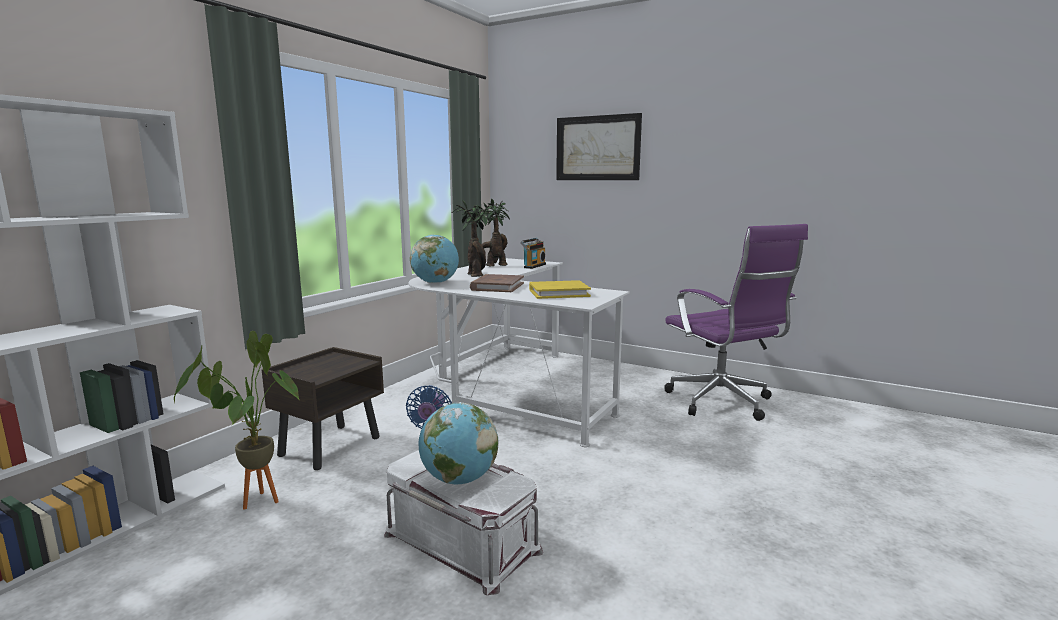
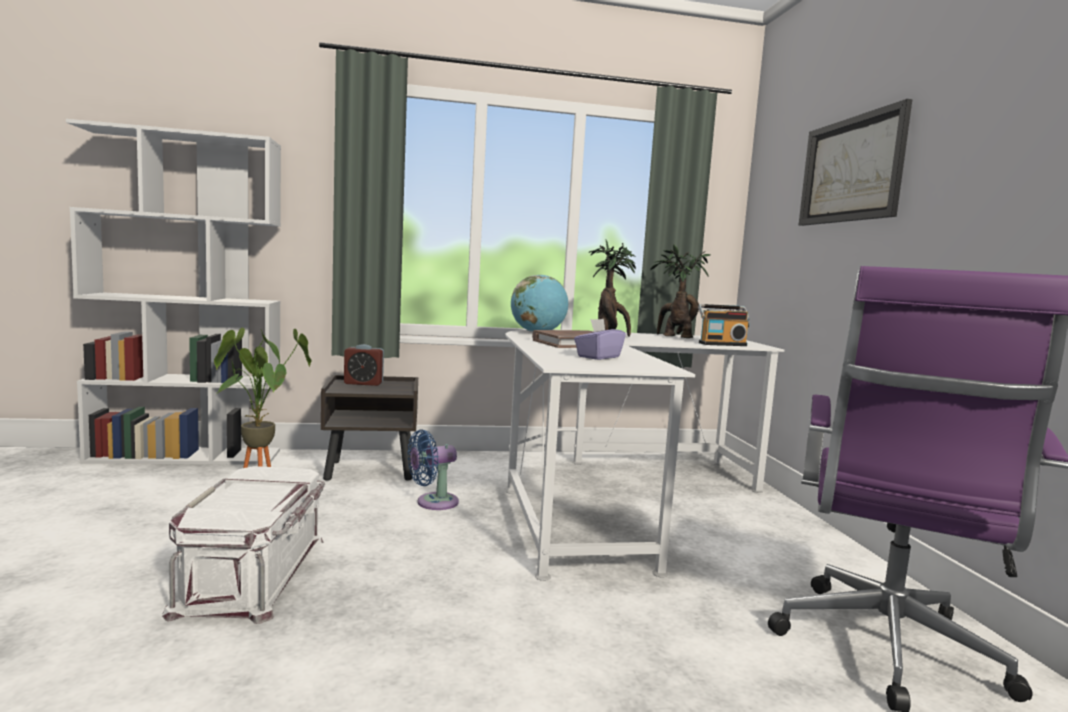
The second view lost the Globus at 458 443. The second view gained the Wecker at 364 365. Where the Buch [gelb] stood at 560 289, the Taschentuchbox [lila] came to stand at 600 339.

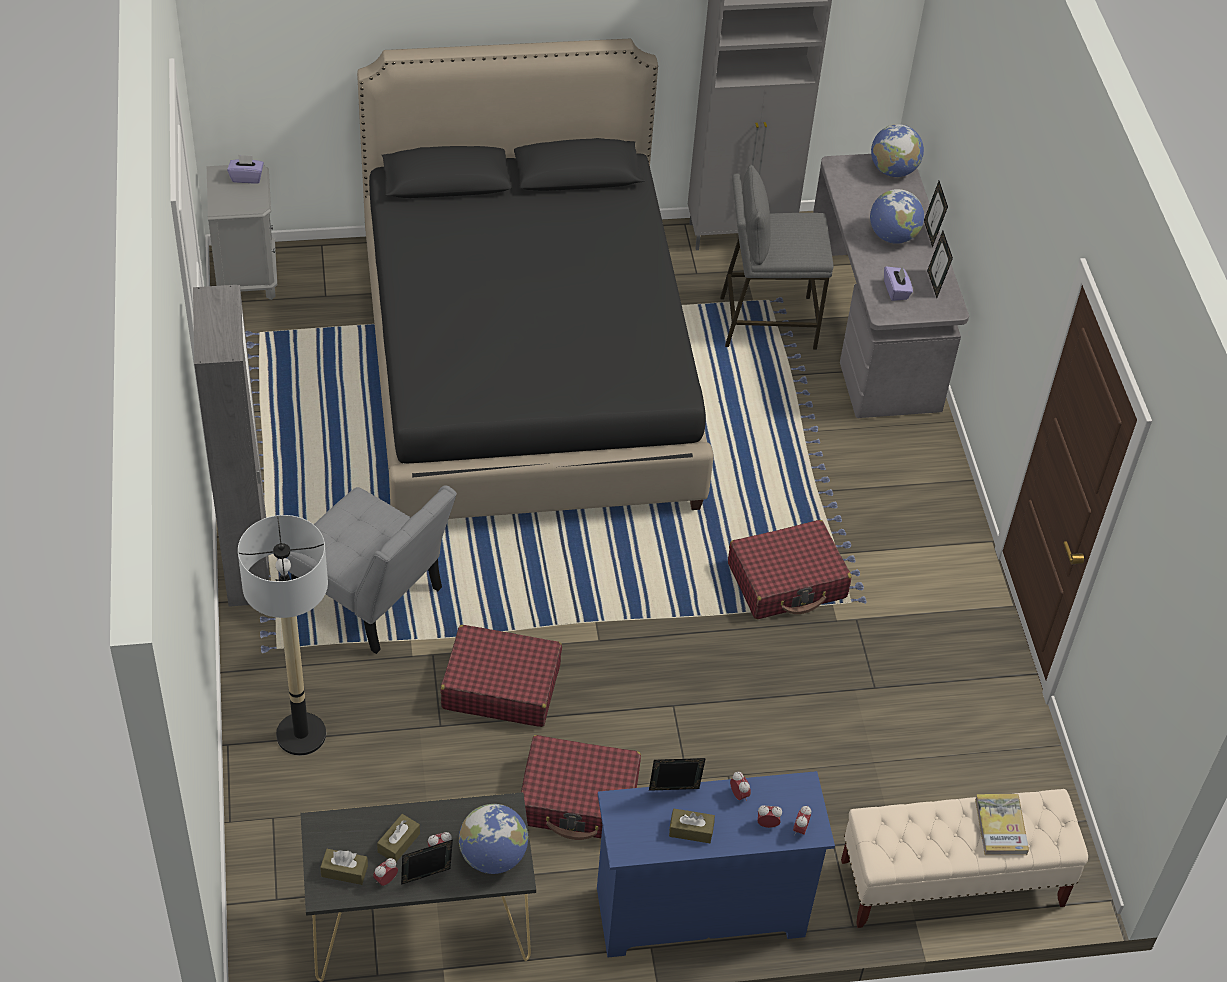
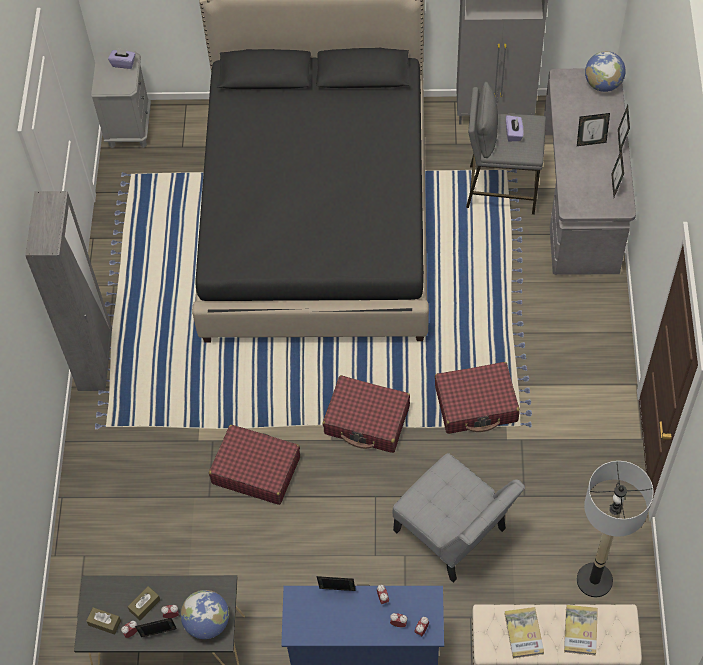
The second view lost the Taschentuchbox [braun] at 692 826. The second view gained the Buch at 524 633. The Stehlampe ended up elsewhere, having gone from 283 635 to 615 529. The Stuhl [grau] ended up elsewhere, having gone from 372 569 to 458 518. The Koffer [rot] ended up elsewhere, having gone from 581 787 to 366 414. The Taschentuchbox [lila] ended up elsewhere, having gone from 898 283 to 514 128. Where the Globus stood at 897 216, the Bilderrahmen came to stand at 593 129.

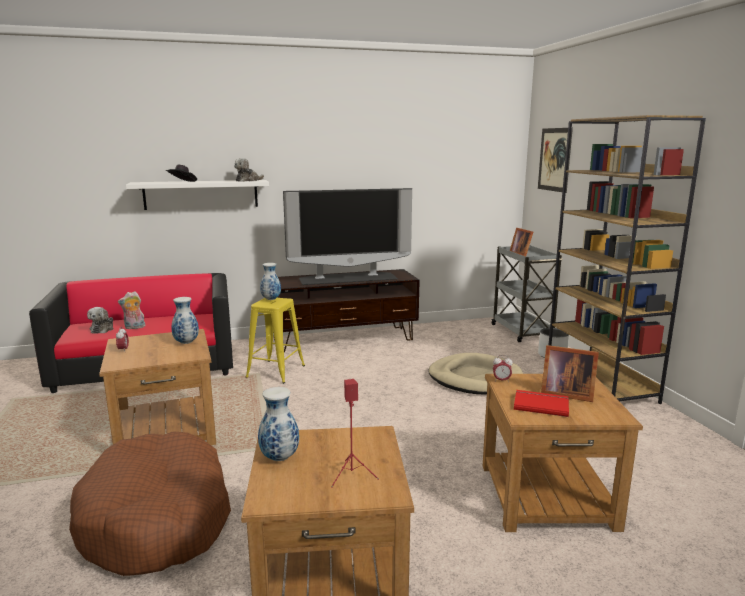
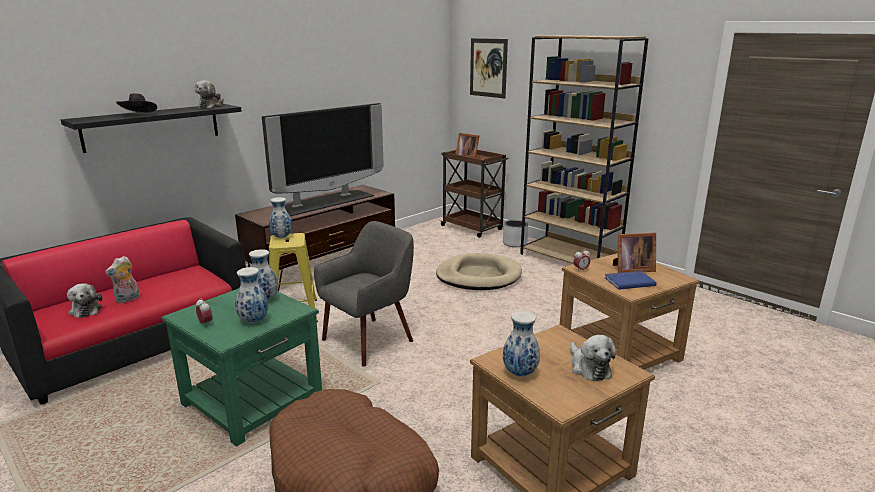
The second view gained the Vase at 251 295. The second view gained the Sessel [grau] at 364 294. Where the Lautsprecher [rot] stood at 355 433, the Plüschtier came to stand at 593 358. What was the Beistelltisch [braun] at 157 387 turned into the Beistelltisch [grün] at 241 367. What was the Wandregal [weiß] at 197 195 turned into the Wandregal [schwarz] at 151 128. What was the Rollwagen [grau] at 527 293 turned into the Rollwagen [braun] at 474 194. What was the Buch [rot] at 541 403 turned into the Buch [blau] at 631 280.

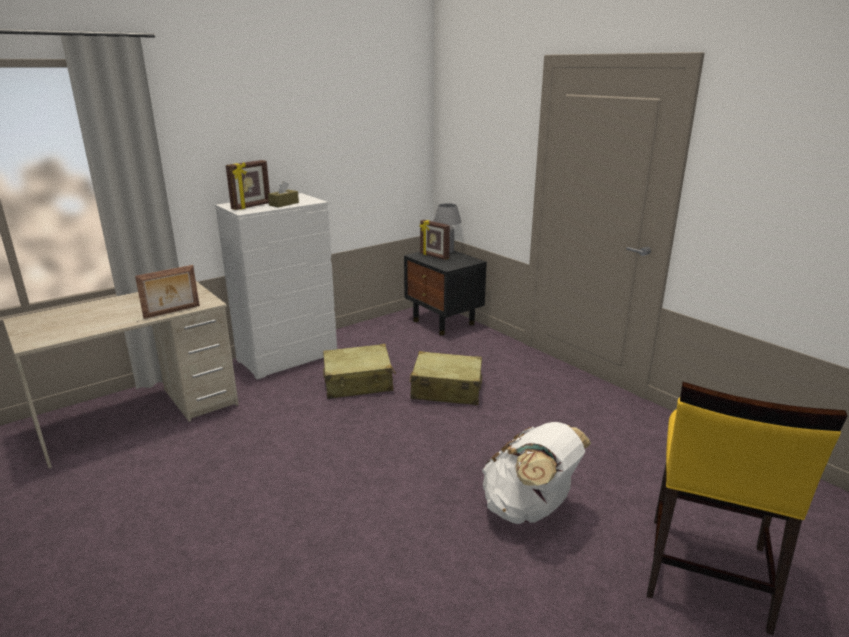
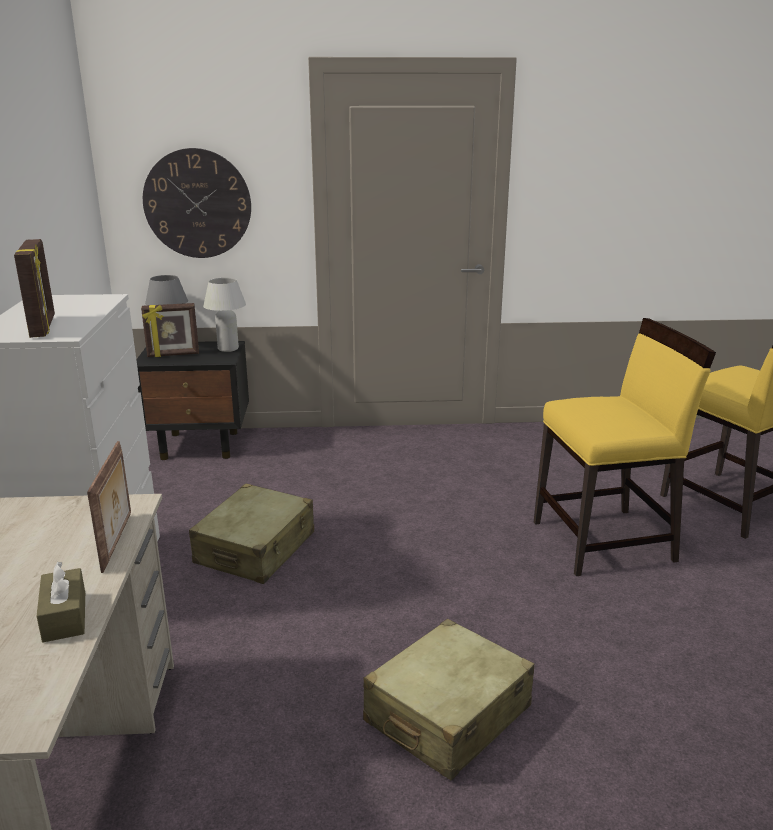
The second view gained the Wanduhr at 197 203. The second view gained the Tischlampe [weiß] at 224 315. The Taschentuchbox [braun] ended up elsewhere, having gone from 283 194 to 60 602. The Koffer [beige] ended up elsewhere, having gone from 446 378 to 448 700. Where the Rucksack [weiß] stood at 536 473, the Stuhl [gelb] came to stand at 625 447.

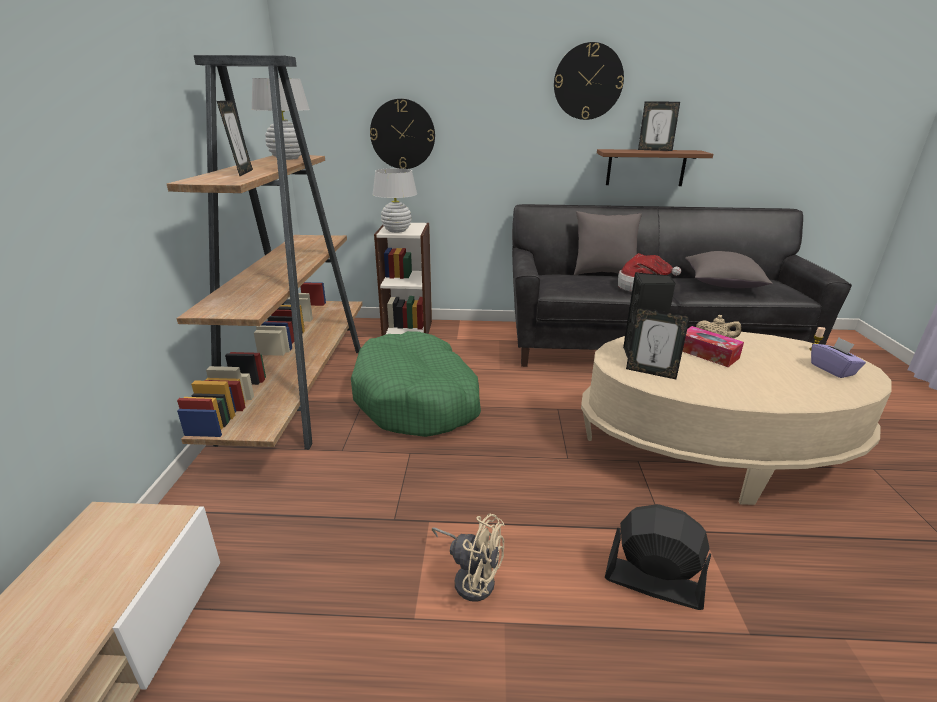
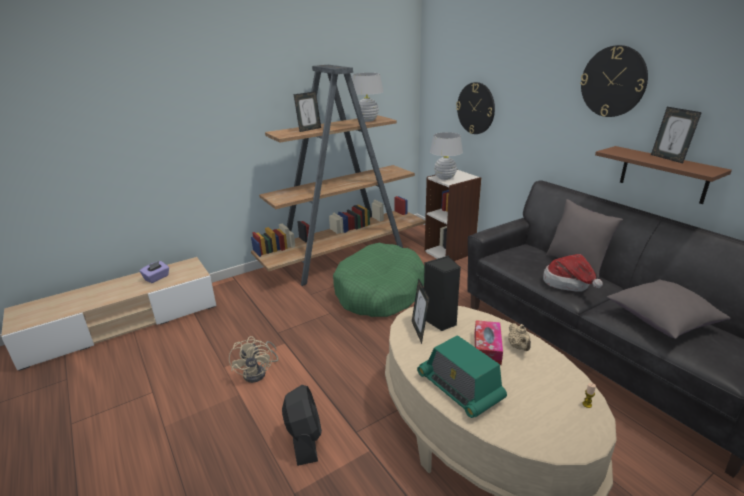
The second view gained the Radio at 462 376. The Taschentuchbox [lila] ended up elsewhere, having gone from 838 357 to 154 272.

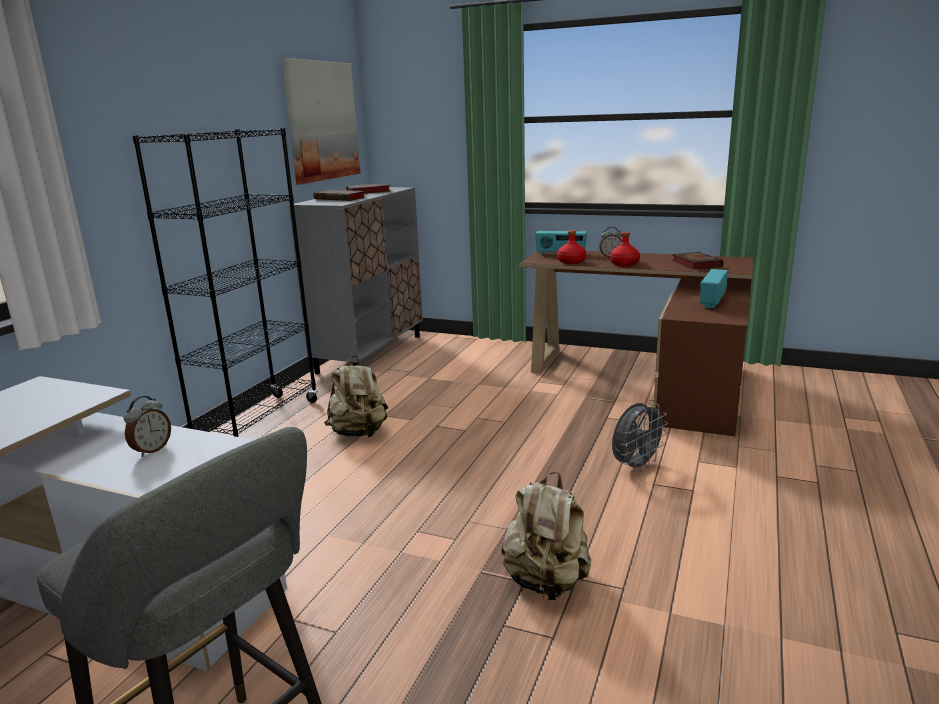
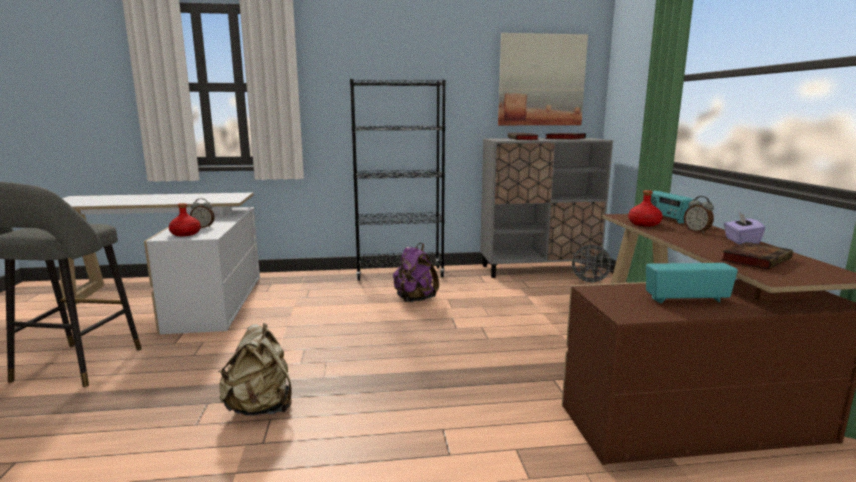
The second view gained the Taschentuchbox [lila] at 744 228. The Flasche [rot] ended up elsewhere, having gone from 625 249 to 185 219. The Ventilator [grau] ended up elsewhere, having gone from 640 438 to 591 263. What was the Rucksack [beige] at 356 396 turned into the Rucksack [lila] at 416 272.

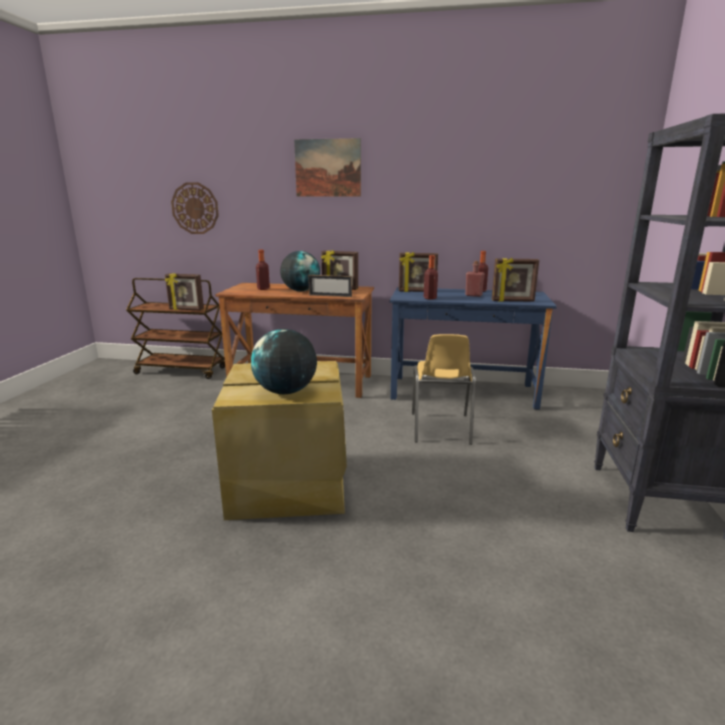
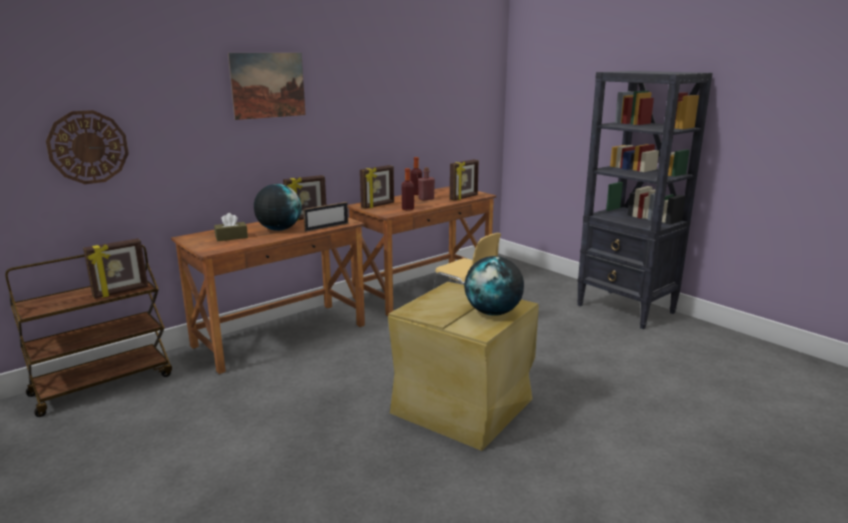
Where the Flasche stood at 263 270, the Taschentuchbox [braun] came to stand at 231 227. What was the Schreibtisch [blau] at 473 348 turned into the Schreibtisch [braun] at 422 251.

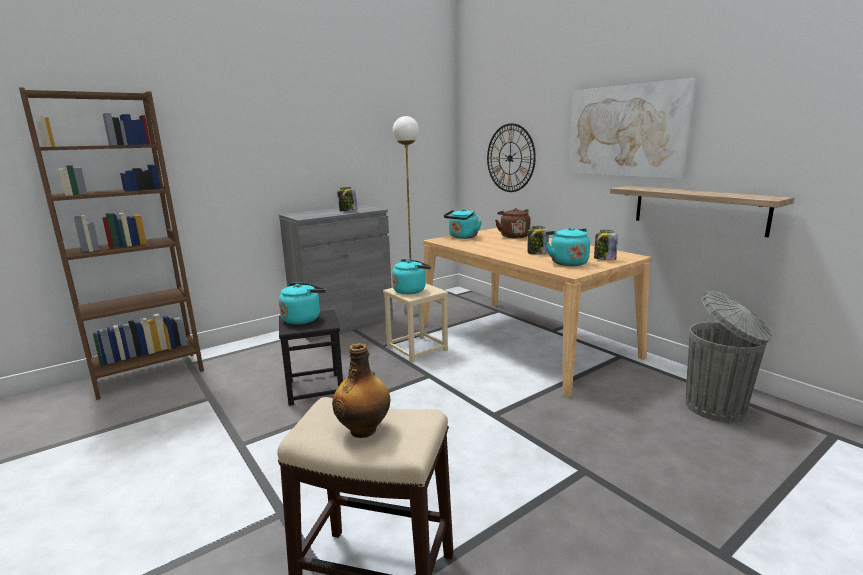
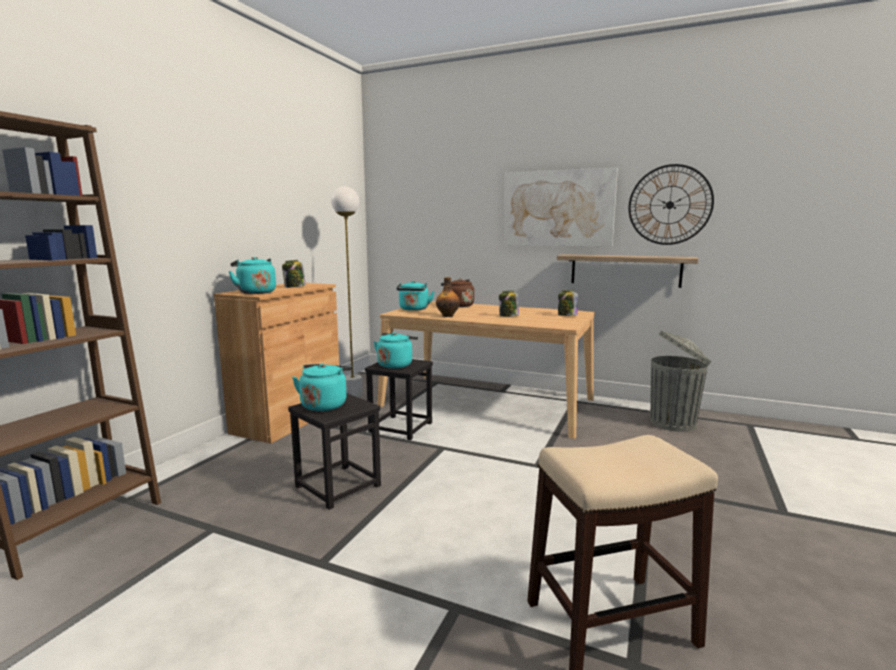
The Flasche ended up elsewhere, having gone from 361 390 to 448 297. The Wanduhr ended up elsewhere, having gone from 511 157 to 671 204. The Wasserkessel [türkis] ended up elsewhere, having gone from 568 246 to 252 275. What was the Schrank [grau] at 336 273 turned into the Schrank [braun] at 276 363. What was the Hocker [beige] at 415 322 turned into the Hocker [schwarz] at 399 399.

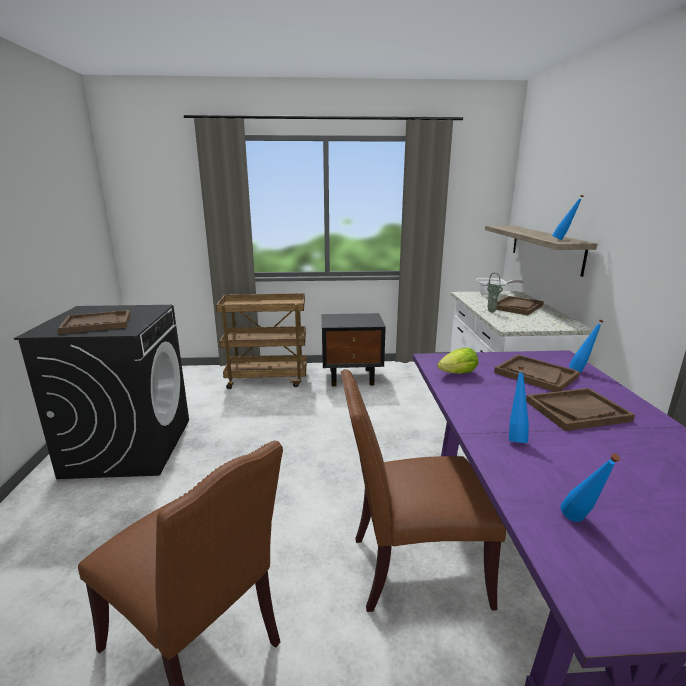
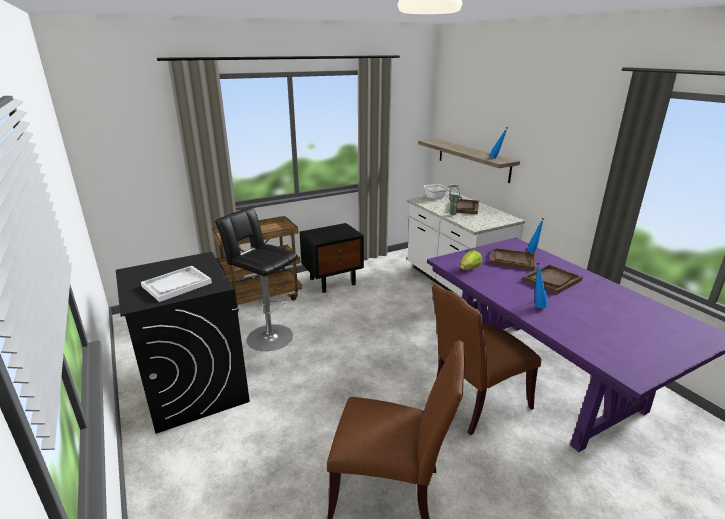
The second view lost the Flasche [blau] at 590 488. The second view gained the Hocker [schwarz] at 256 279. What was the Tablett [braun] at 94 322 turned into the Tablett [weiß] at 176 284.

